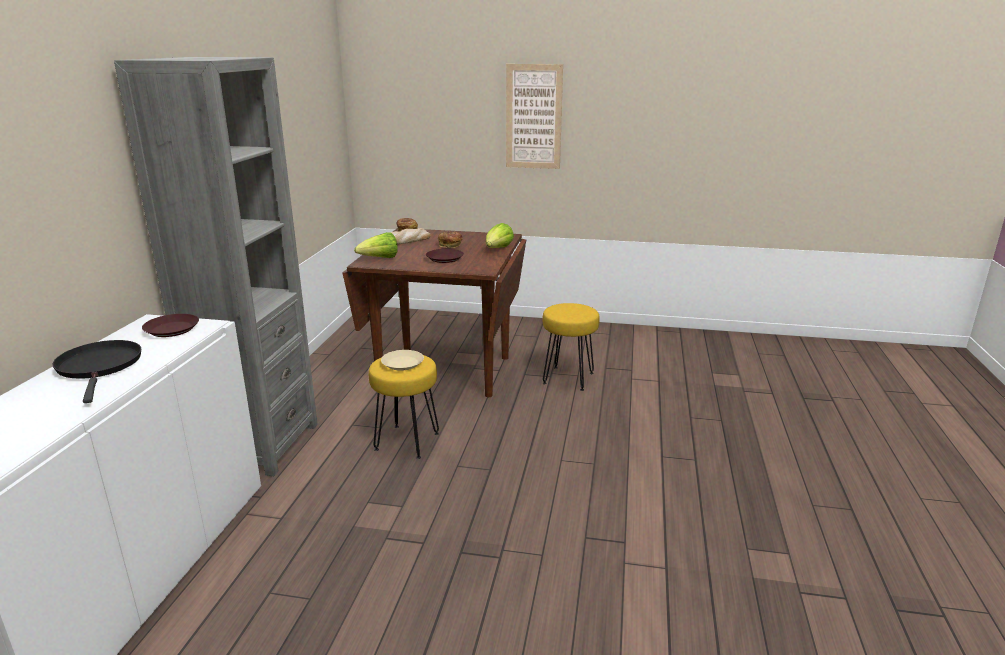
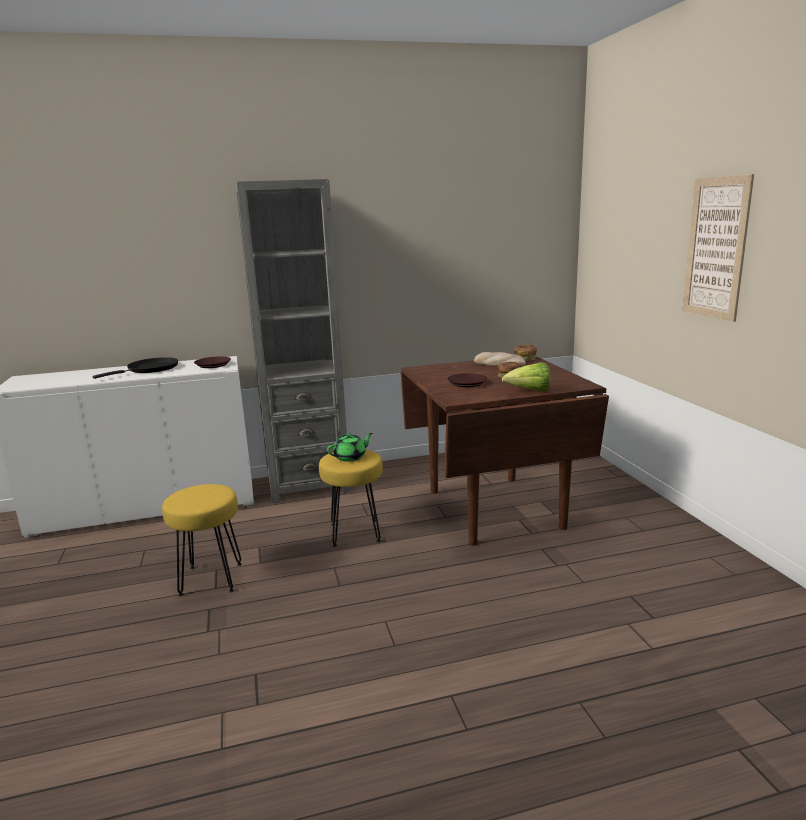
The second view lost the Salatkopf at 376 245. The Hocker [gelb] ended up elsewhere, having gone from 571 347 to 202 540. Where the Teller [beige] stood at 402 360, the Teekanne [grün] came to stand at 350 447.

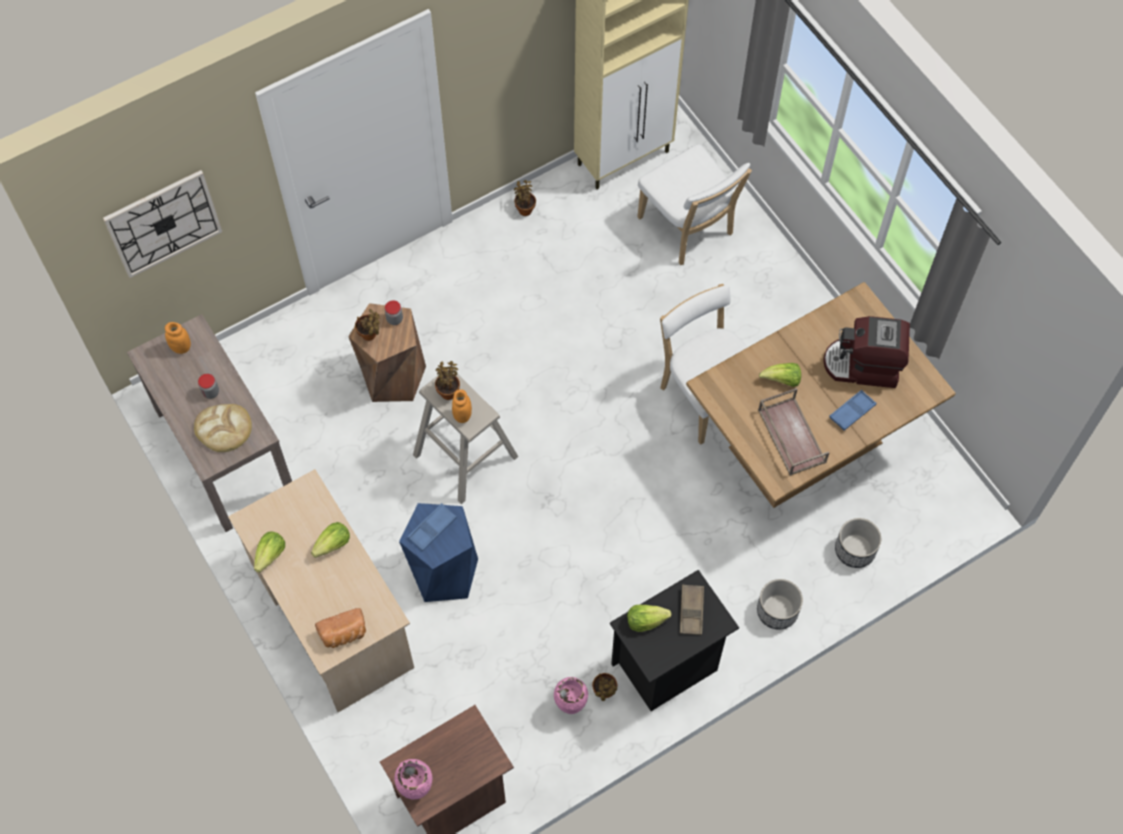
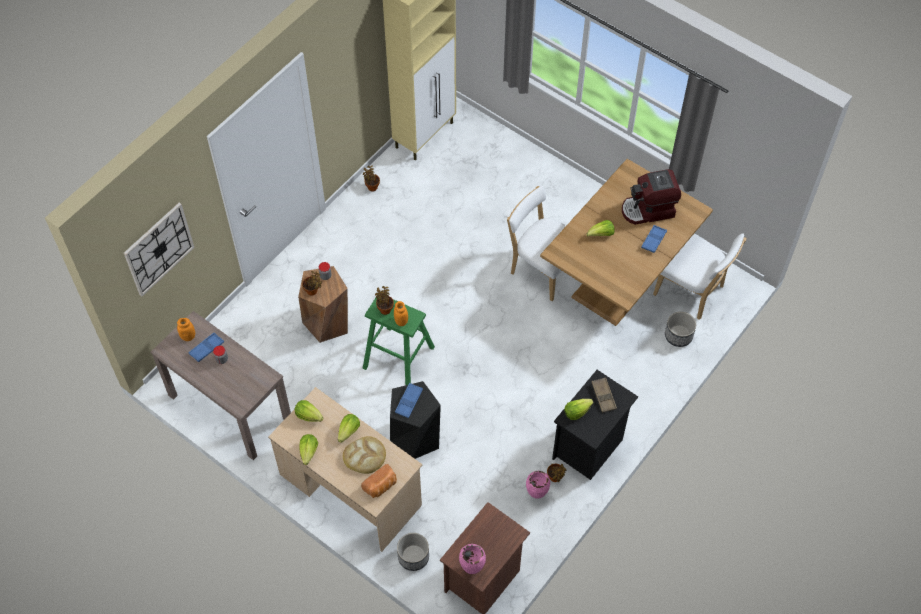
The second view lost the Tablett [braun] at 793 432. The second view gained the Tablett [blau] at 206 347. The second view gained the Salatkopf at 309 411. The Brot ended up elsewhere, having gone from 223 428 to 364 455. The Stuhl [weiß] ended up elsewhere, having gone from 694 204 to 699 276. The Pflanzkübel ended up elsewhere, having gone from 780 604 to 413 552. What was the Hocker [blau] at 438 552 turned into the Hocker [schwarz] at 415 420. What was the Hocker [beige] at 465 436 turned into the Hocker [grün] at 399 341.

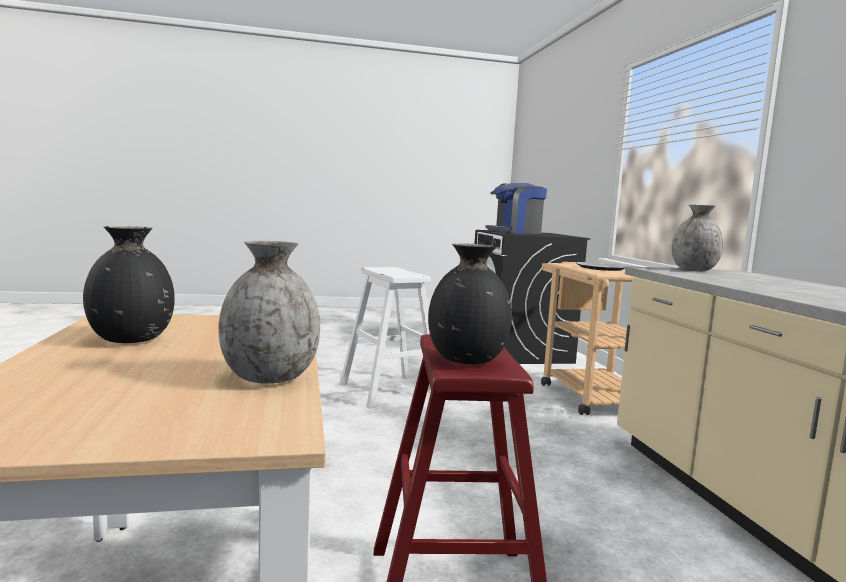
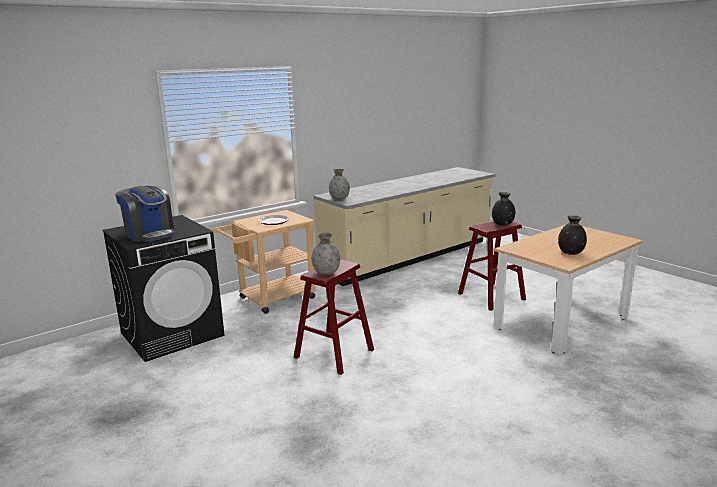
The Vase [grau] ended up elsewhere, having gone from 269 312 to 326 254. What was the Hocker [weiß] at 385 337 turned into the Hocker [rot] at 334 317.

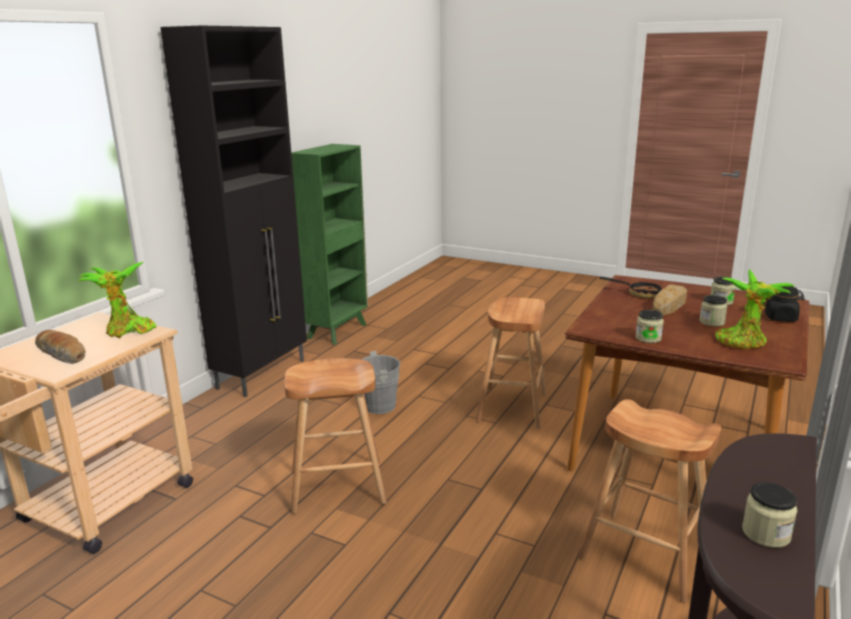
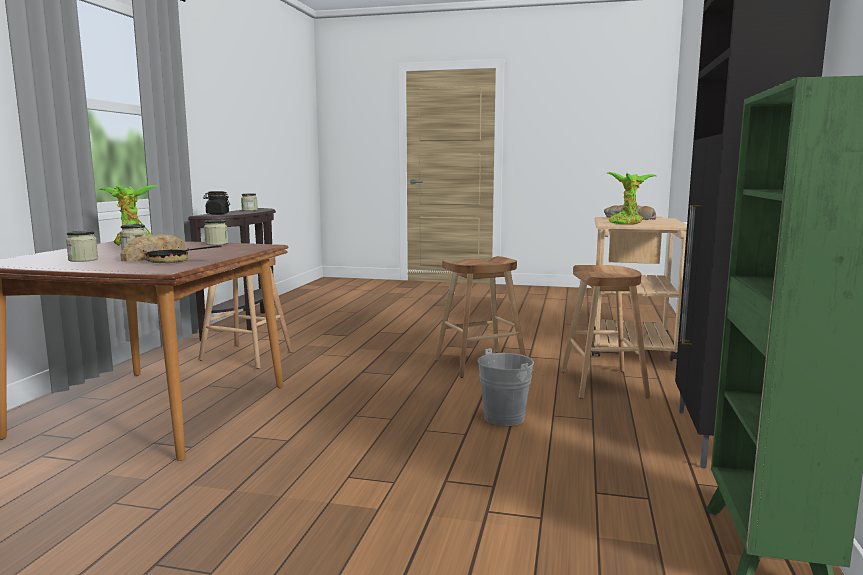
The Hocker [braun] ended up elsewhere, having gone from 511 363 to 605 332. The Vorratsglas [schwarz] ended up elsewhere, having gone from 784 304 to 216 203.

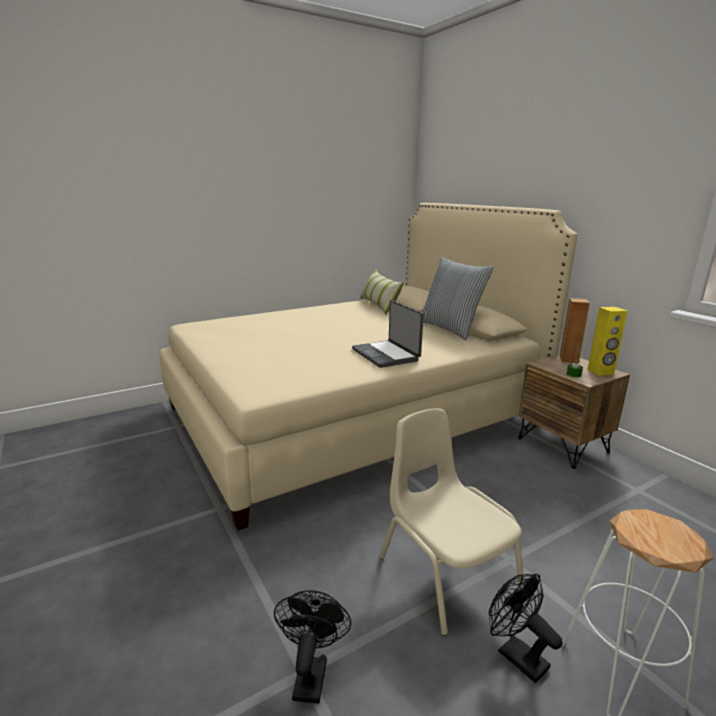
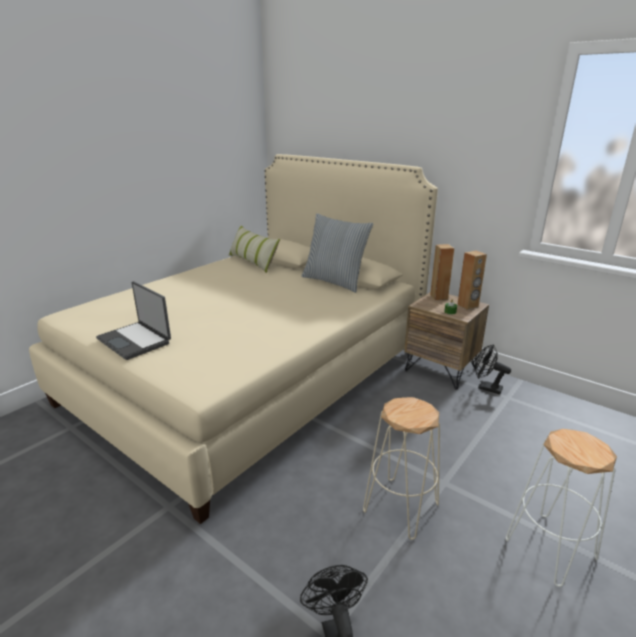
The Laptop ended up elsewhere, having gone from 388 334 to 133 320. The Ventilator [schwarz] ended up elsewhere, having gone from 526 628 to 493 369. Where the Stuhl [beige] stood at 452 522, the Hocker [beige] came to stand at 401 468. What was the Lautsprecher [gelb] at 608 341 turned into the Lautsprecher [braun] at 472 280.

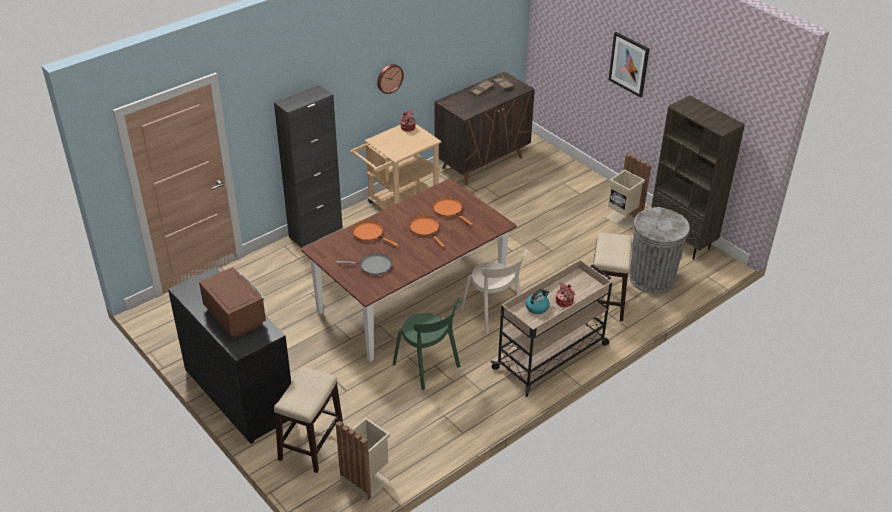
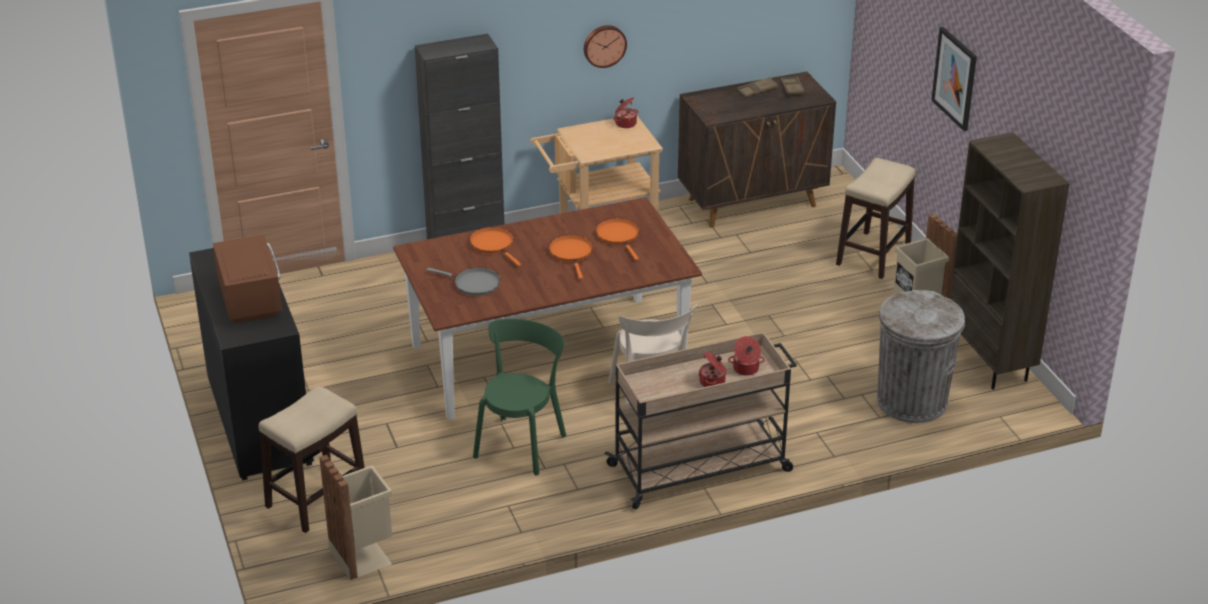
The second view lost the Wasserkessel at 537 301. The second view gained the Kochtopf at 746 356. The Hocker ended up elsewhere, having gone from 612 276 to 875 218. The Stuhl [grün] at 426 344 ended up facing another way, 135 degrees counterclockwise from before.

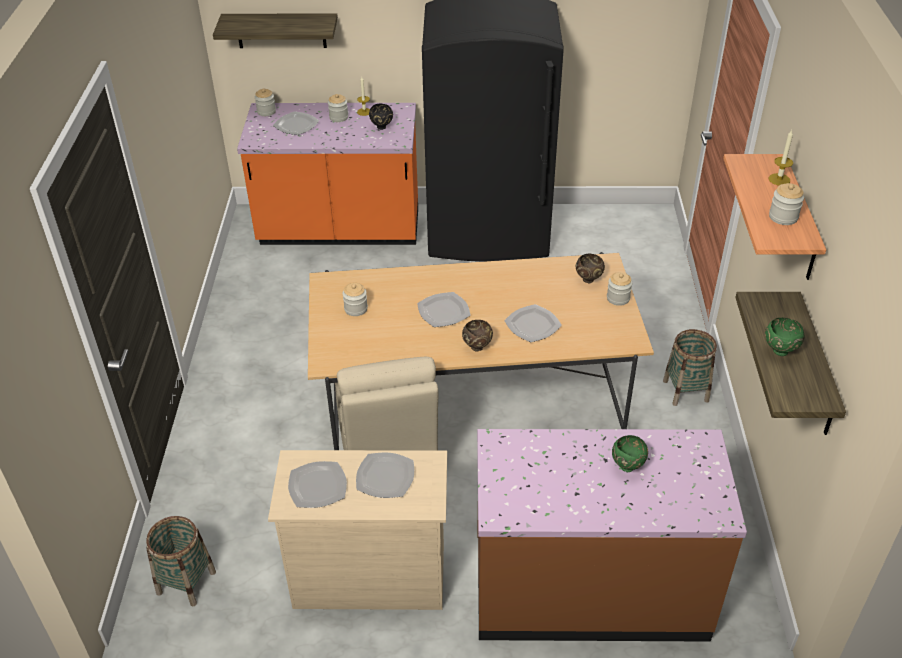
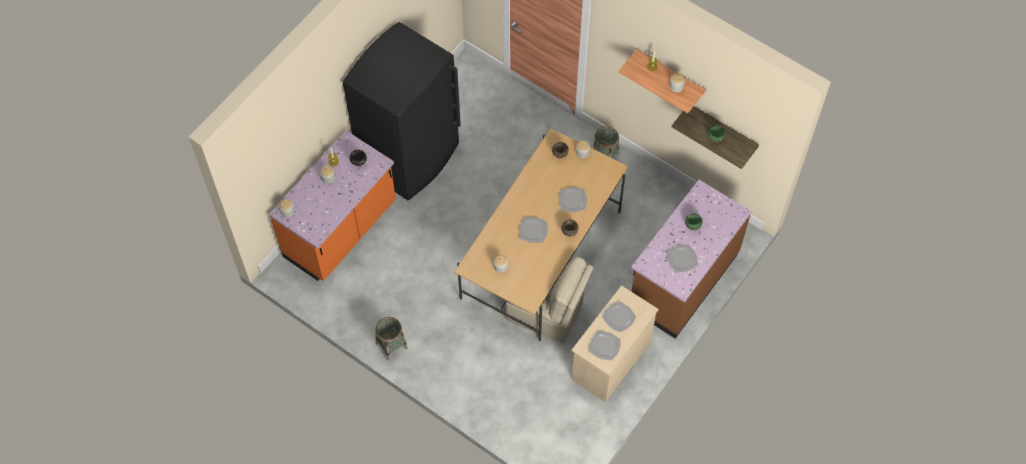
The second view lost the Wandregal at 275 30. The Korb ended up elsewhere, having gone from 181 561 to 392 338. The Teller ended up elsewhere, having gone from 296 123 to 682 258.

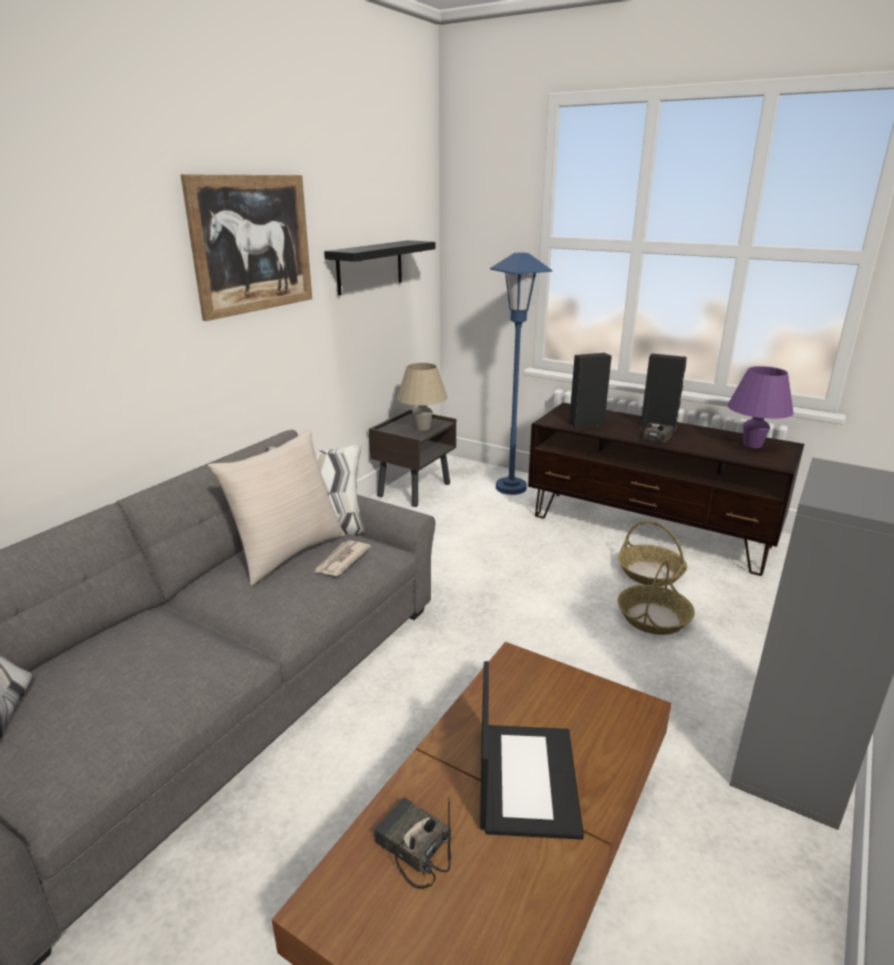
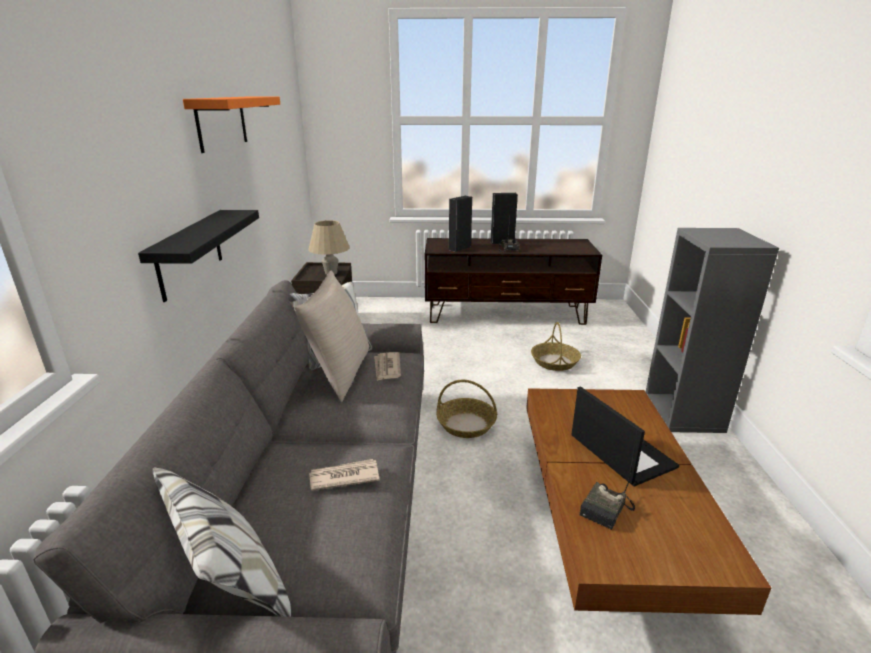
The second view lost the Stehlampe [blau] at 521 373. The second view lost the Tischlampe [lila] at 761 407. The second view gained the Zeitung at 344 475. The Wandregal [schwarz] ended up elsewhere, having gone from 379 268 to 198 256. The Korb ended up elsewhere, having gone from 652 553 to 467 409. Where the Bild hung at 246 248, the Wandregal [orange] came to hang at 231 125. The Radio at 412 843 ended up facing another way, 60 degrees counterclockwise from before.

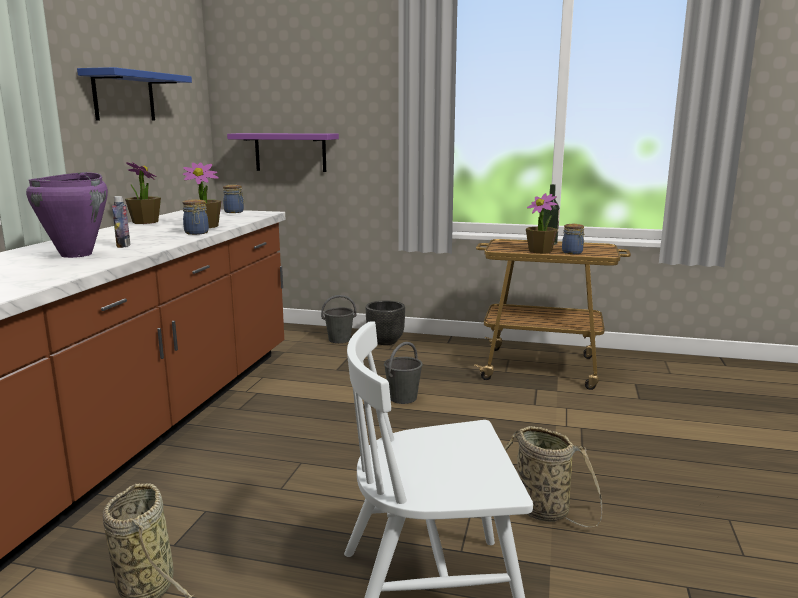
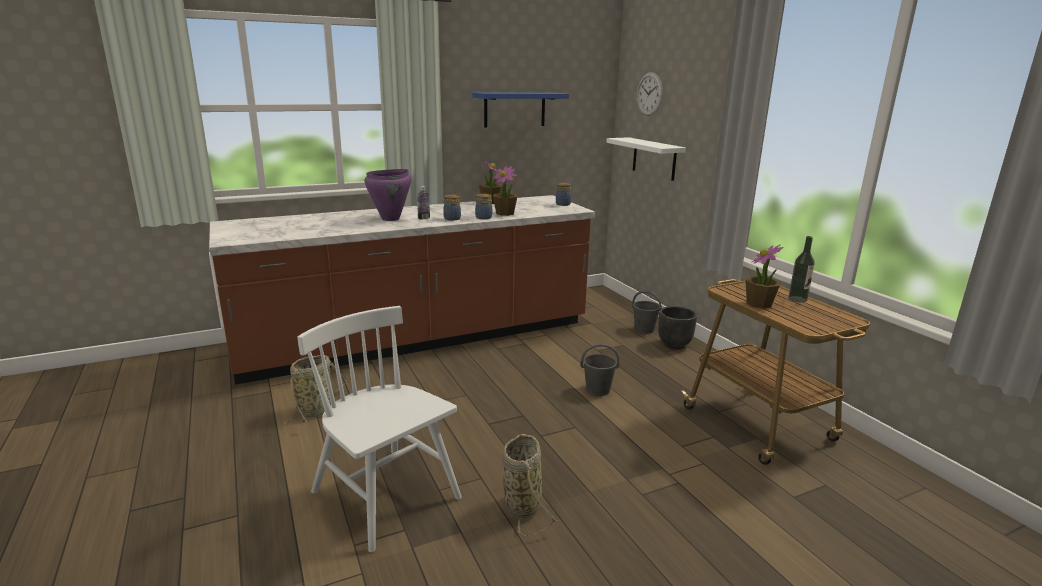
The second view gained the Wanduhr at 650 94. The Vorratsglas ended up elsewhere, having gone from 573 239 to 452 207. What was the Wandregal [lila] at 283 152 turned into the Wandregal [weiß] at 646 159.

